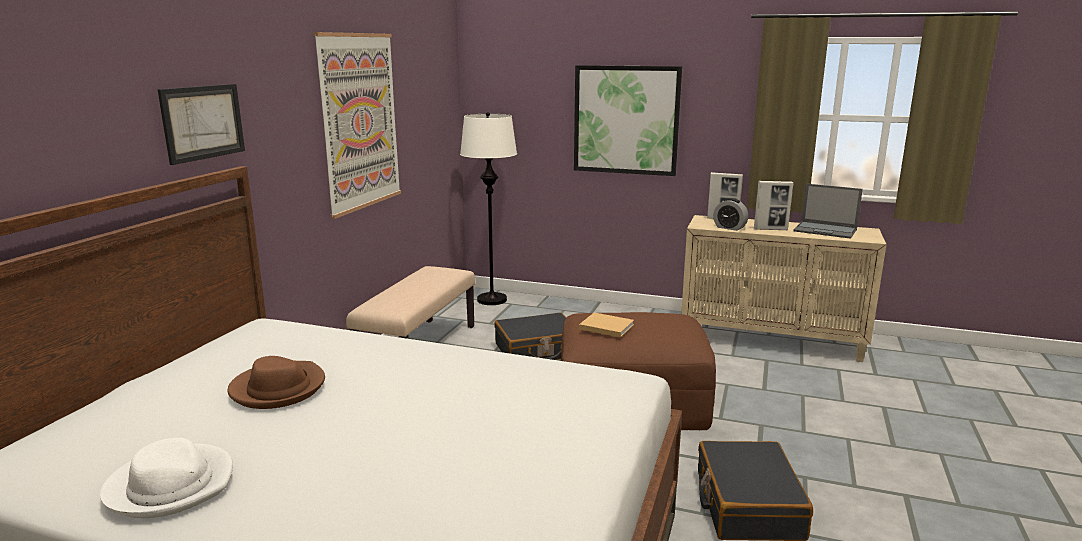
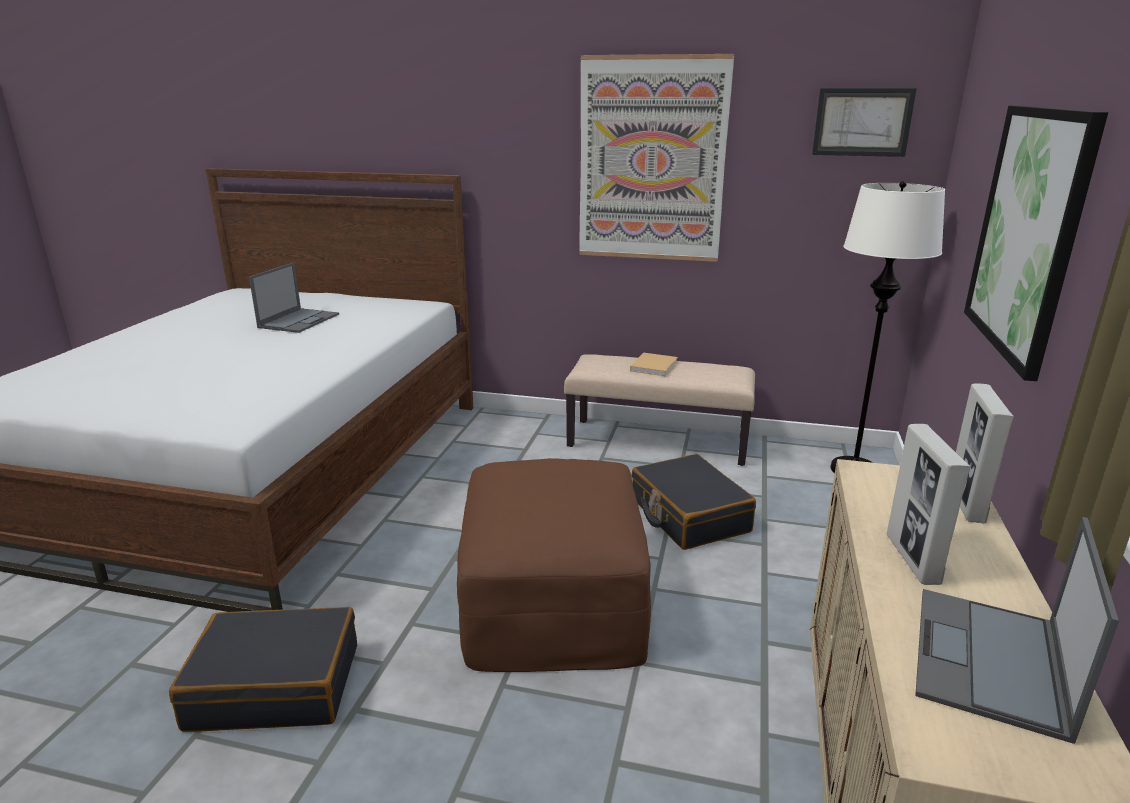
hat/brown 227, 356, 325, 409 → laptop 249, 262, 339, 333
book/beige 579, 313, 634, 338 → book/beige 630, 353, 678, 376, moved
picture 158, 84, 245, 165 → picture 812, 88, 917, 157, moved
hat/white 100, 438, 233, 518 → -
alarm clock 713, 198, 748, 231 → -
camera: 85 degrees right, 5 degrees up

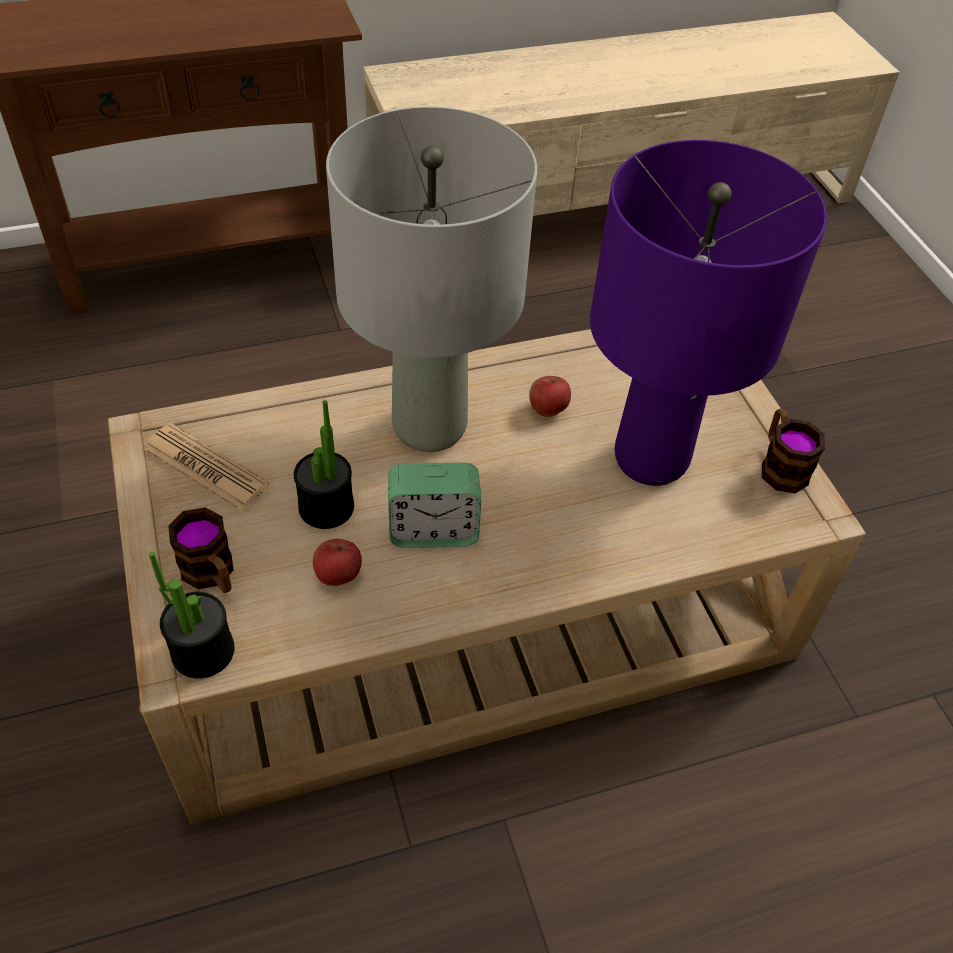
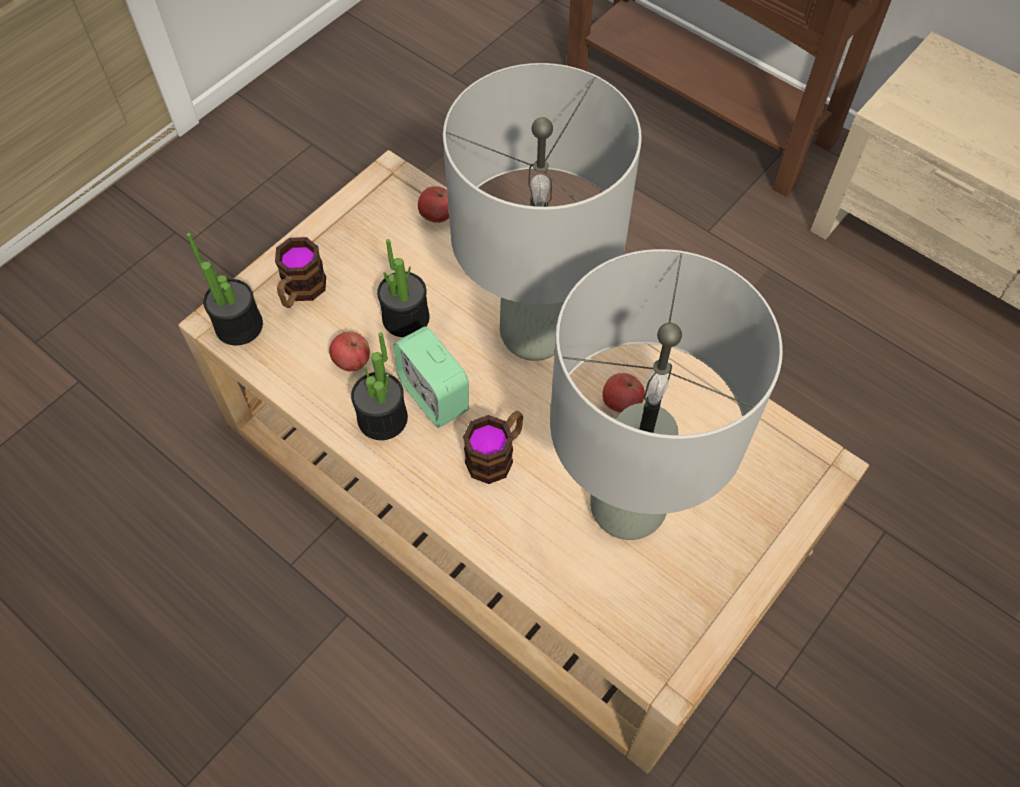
- → potted plant 351, 332, 408, 440
- → apple 418, 186, 449, 223
mug 762, 408, 825, 493 → mug 463, 411, 523, 484, moved
table lamp/purple 590, 140, 827, 486 → table lamp/grey 550, 249, 783, 540
newspaper 144, 423, 269, 511 → -
camera: 60 degrees right, 10 degrees up

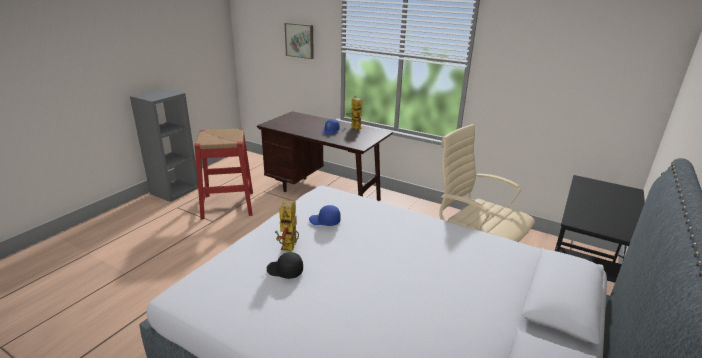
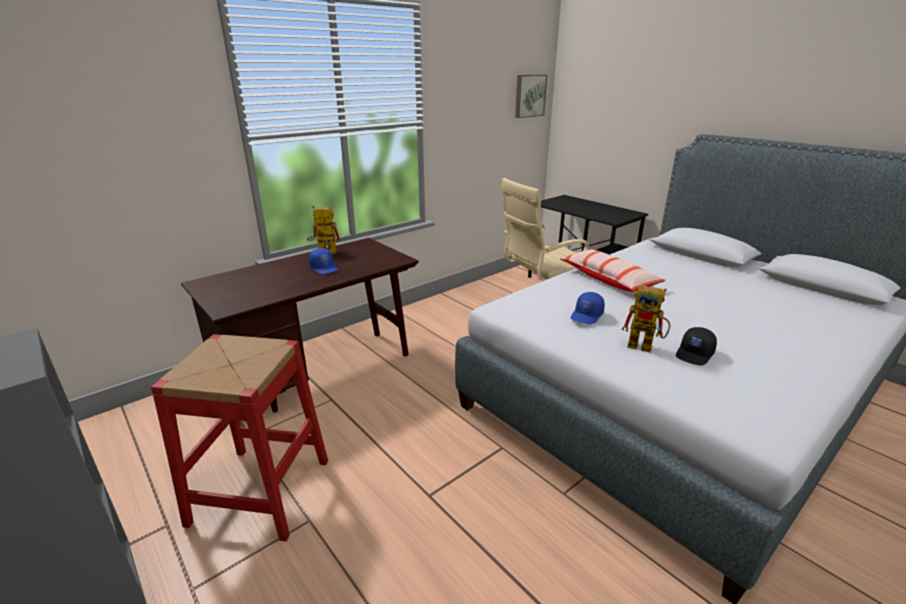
picture 285, 23, 314, 59 → picture 515, 75, 547, 118, moved
- → pillow 560, 249, 666, 292
camera: 70 degrees left, 0 degrees up

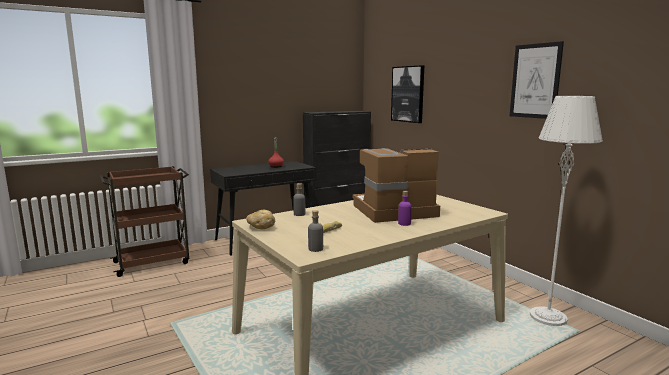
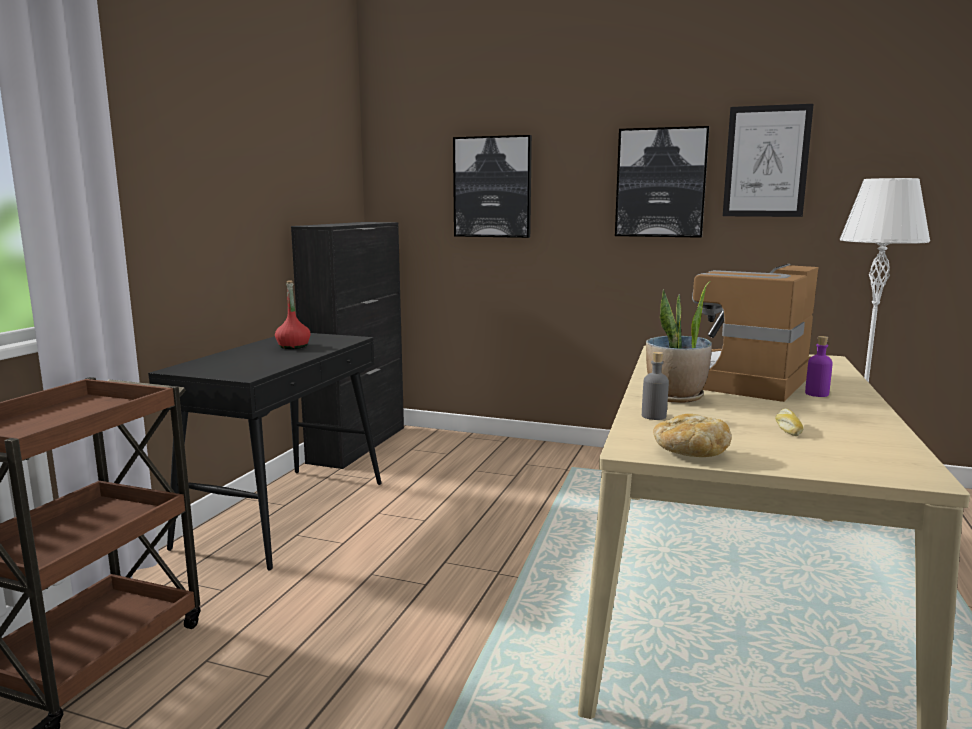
- → picture 615, 126, 709, 238
- → potted plant 646, 281, 712, 403
bottle/grey 308, 210, 323, 252 → -
camera: 40 degrees left, 0 degrees up

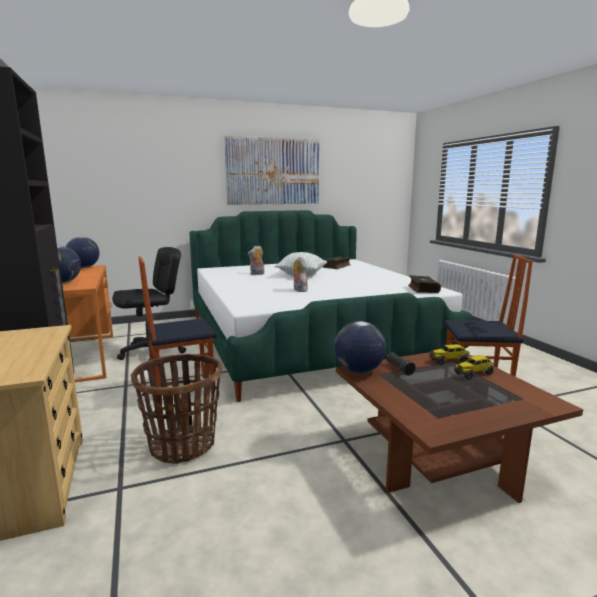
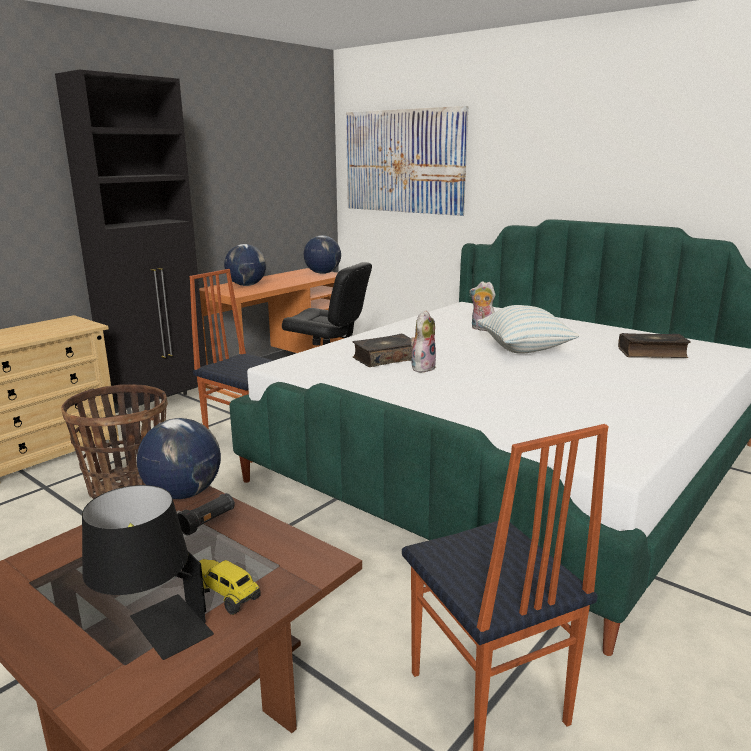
- → table lamp/black 82, 485, 214, 660
picture 224, 136, 319, 205 → picture 346, 106, 468, 216, moved
book 408, 275, 441, 293 → book 353, 334, 412, 367, moved
toy truck 429, 344, 470, 365 → -
camera: 60 degrees right, 5 degrees up

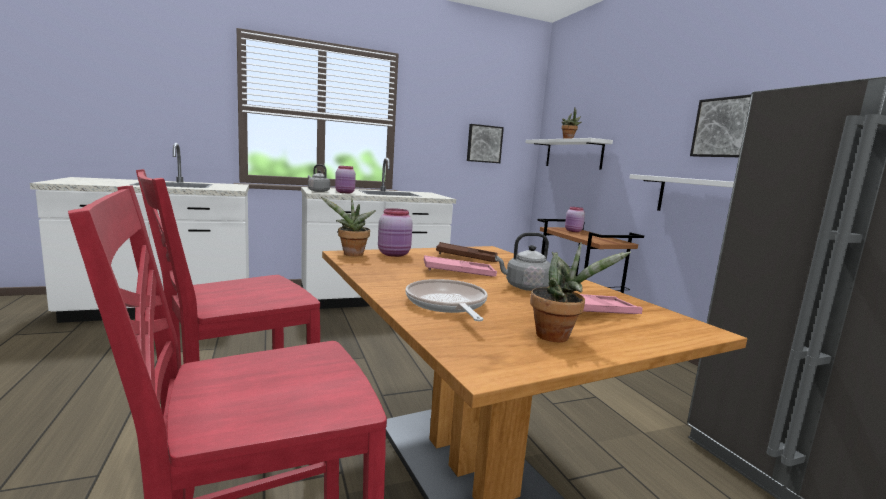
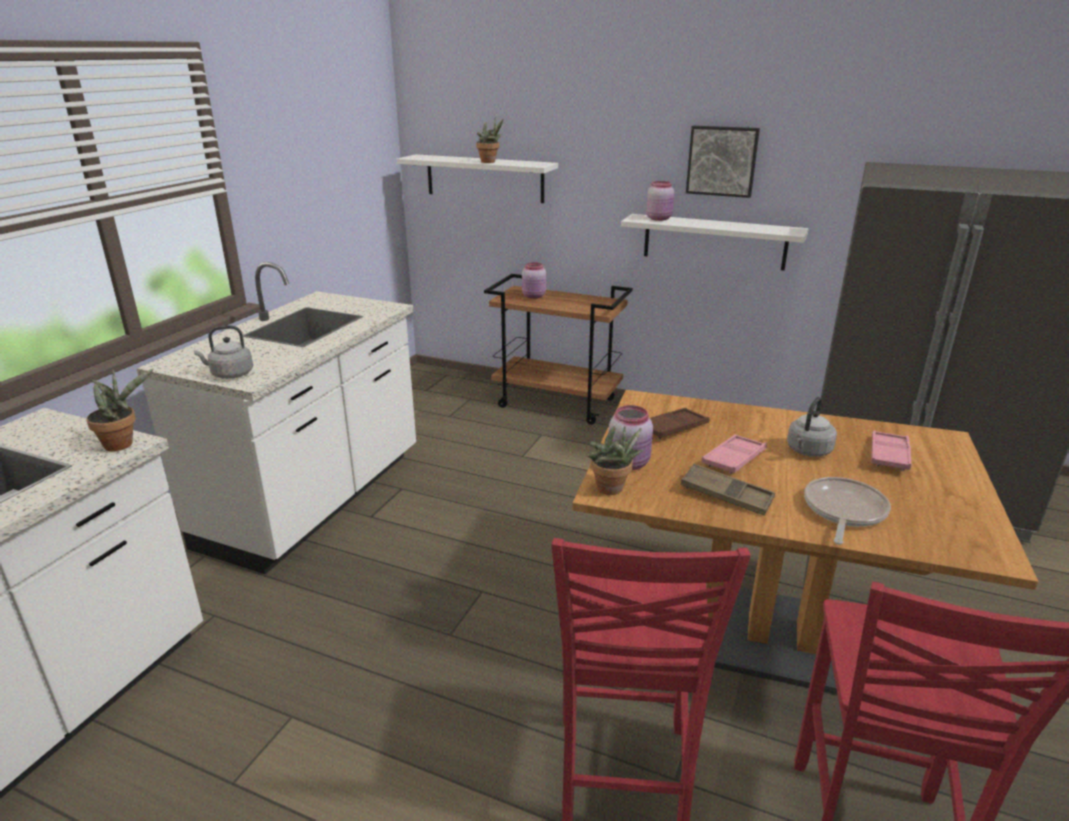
potted plant 530, 242, 631, 342 → potted plant 86, 369, 154, 451, moved
jar/pink 335, 166, 356, 193 → jar/pink 646, 181, 674, 221, moved
- → tray/brown 681, 464, 775, 516
frying pan 405, 279, 488, 321 → frying pan 804, 477, 891, 545, 90 degrees clockwise
picture 467, 124, 504, 163 → -
camera: 45 degrees left, 15 degrees up

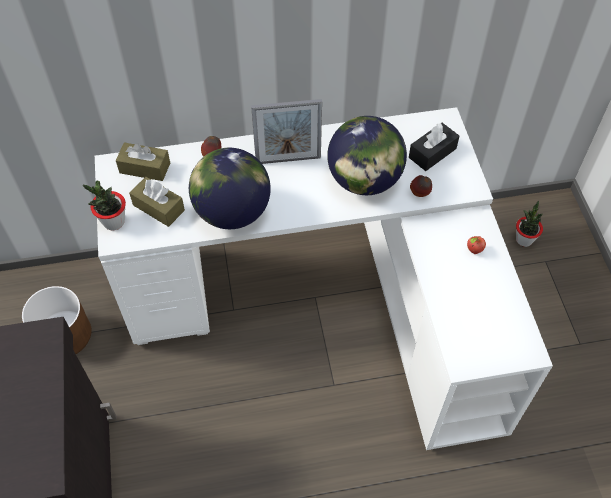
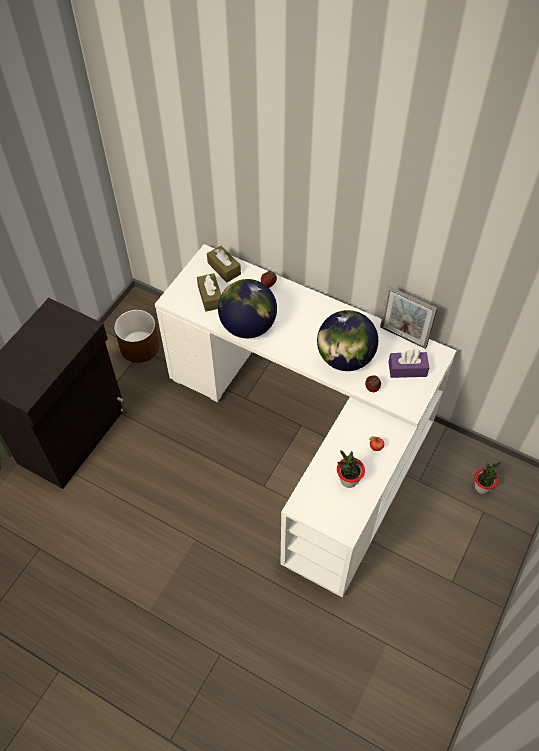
potted plant 83, 180, 126, 231 → potted plant 337, 450, 365, 488, moved
picture frame 251, 99, 322, 164 → picture frame 380, 286, 437, 349, moved
tissue box/black 409, 123, 459, 171 → tissue box/purple 388, 349, 429, 378
camera: 40 degrees right, 0 degrees up

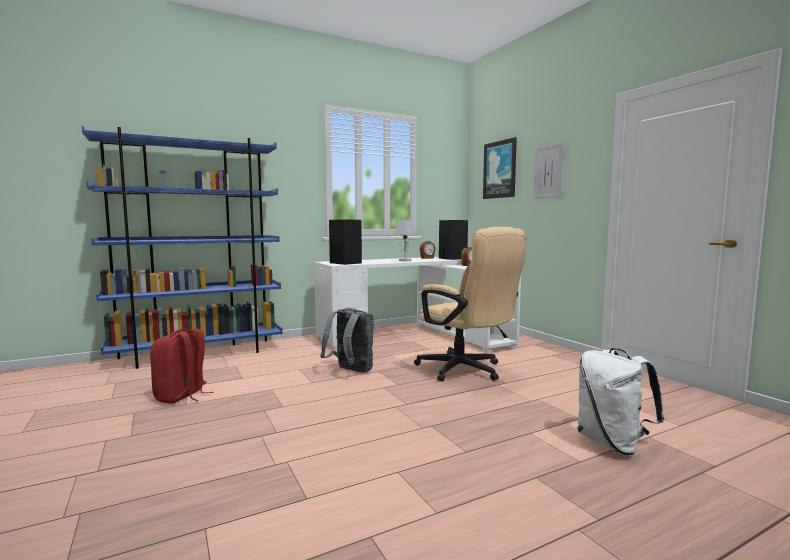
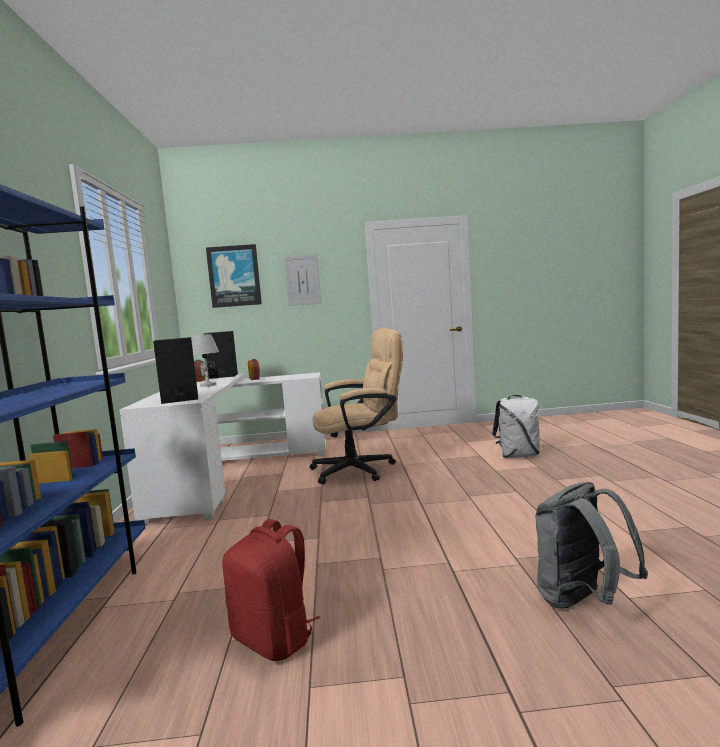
backpack/grey 320, 308, 374, 373 → backpack/grey 535, 482, 648, 609, moved
camera: 65 degrees left, 0 degrees up

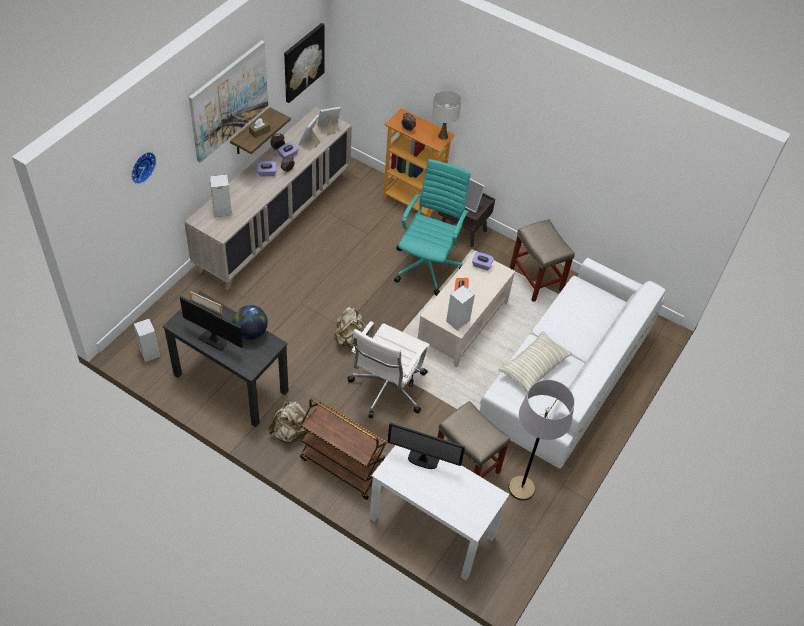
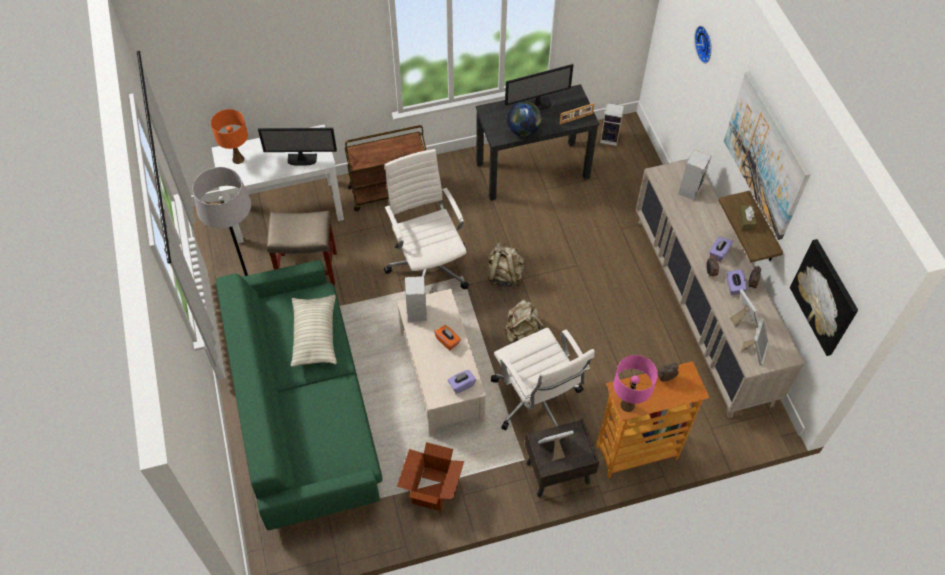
- → table lamp/orange 211, 109, 248, 164
sofa/white 480, 258, 665, 469 → sofa/green 216, 260, 383, 530
monitor 387, 422, 465, 469 → monitor 258, 128, 337, 166, 150 degrees counterclockwise
stool/beige 509, 219, 575, 302 → cardboard box 397, 442, 464, 511
office chair/turquoise 394, 159, 471, 296 → office chair/white 491, 328, 595, 430
backpack/beige 268, 400, 309, 443 → backpack/beige 504, 299, 544, 342, moved
table lamp/white 432, 90, 462, 140 → table lamp/pink 614, 355, 658, 412
camera: 135 degrees right, 5 degrees up

